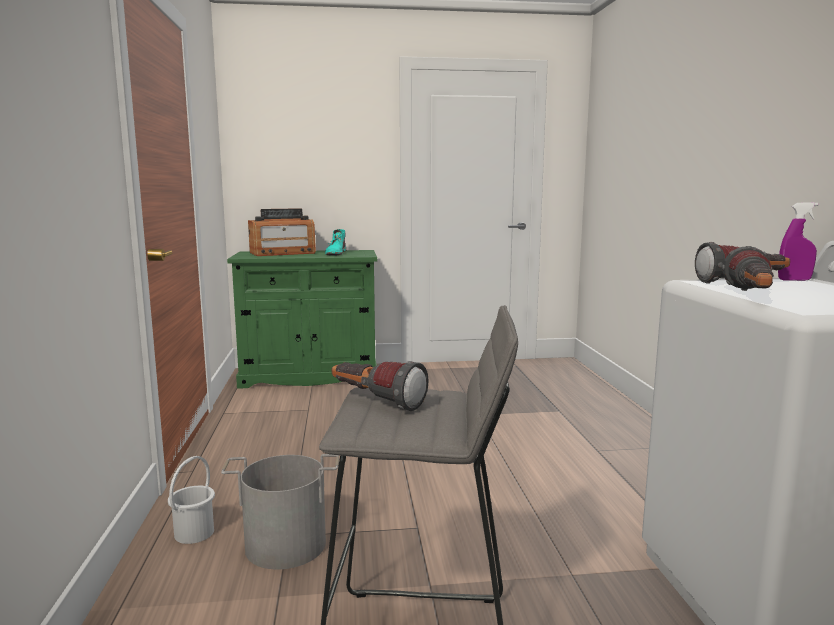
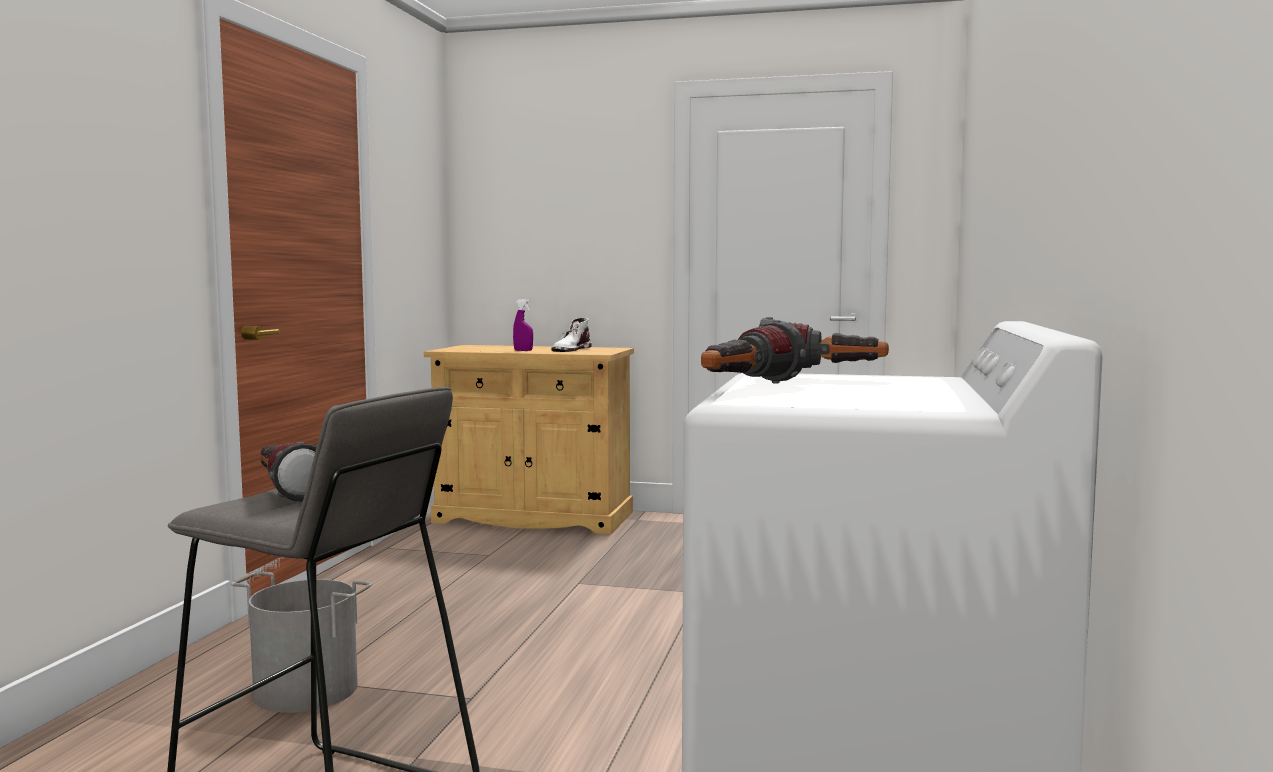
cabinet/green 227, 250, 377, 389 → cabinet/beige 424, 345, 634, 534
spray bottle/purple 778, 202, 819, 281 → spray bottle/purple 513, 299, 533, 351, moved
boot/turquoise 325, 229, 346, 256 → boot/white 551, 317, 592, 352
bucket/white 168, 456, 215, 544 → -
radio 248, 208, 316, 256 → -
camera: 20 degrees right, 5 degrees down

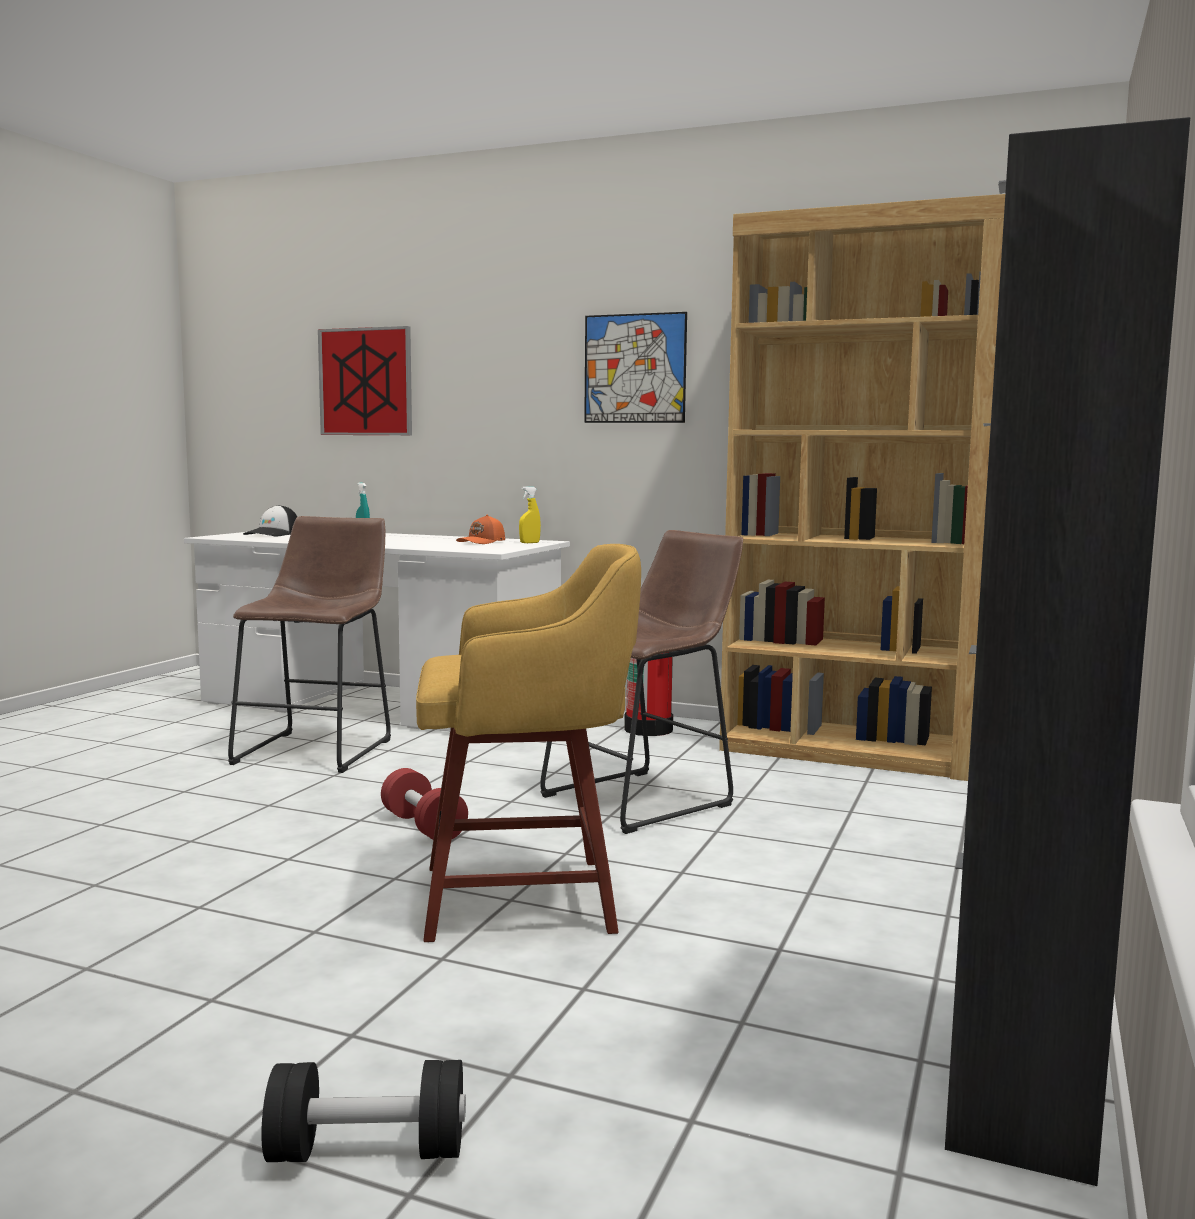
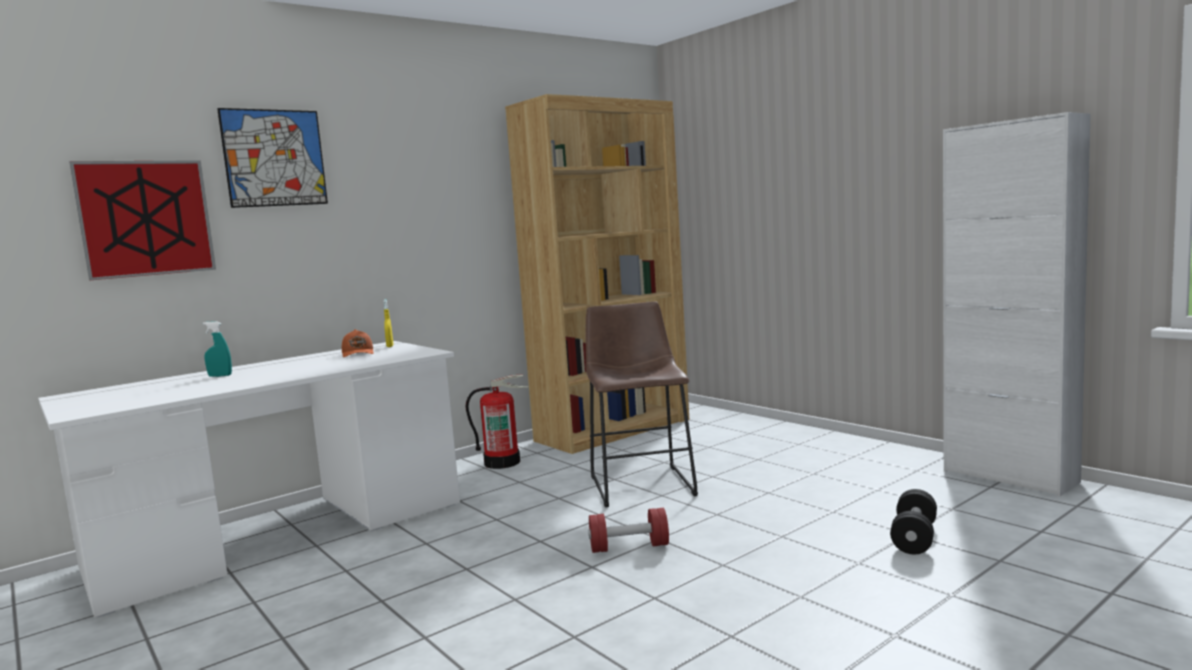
picture 584, 312, 687, 423 → picture 217, 108, 328, 208, moved
dumbbell/black 261, 1060, 466, 1162 → dumbbell/black 890, 489, 937, 554, moved
cabinet/black 945, 117, 1190, 1186 → cabinet/white 943, 112, 1090, 496
stool/brown 228, 516, 391, 773 → -
cap 243, 505, 297, 537 → -
stool/yellow 416, 544, 641, 942 → -
camera: 60 degrees left, 0 degrees up

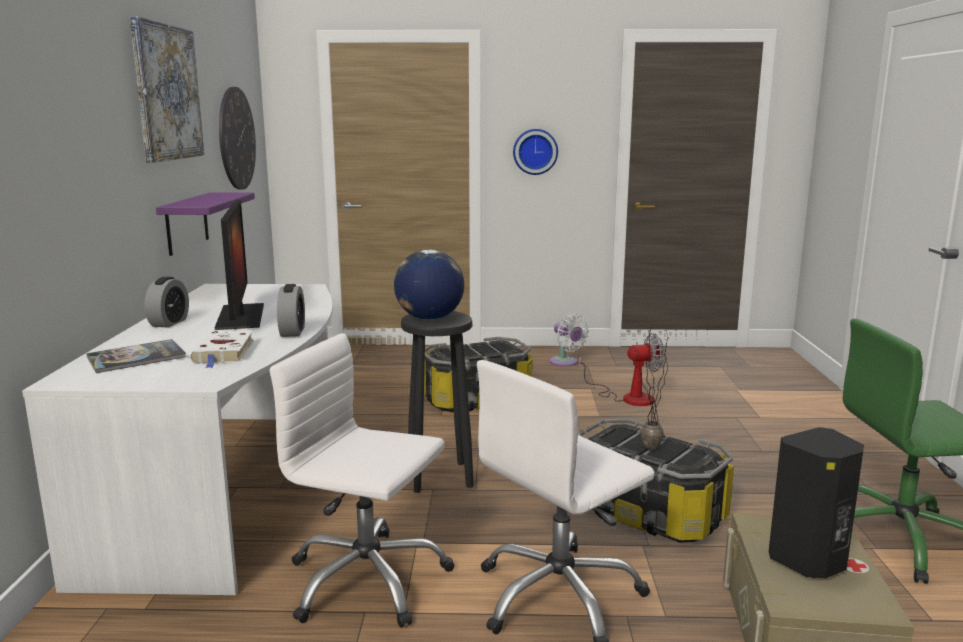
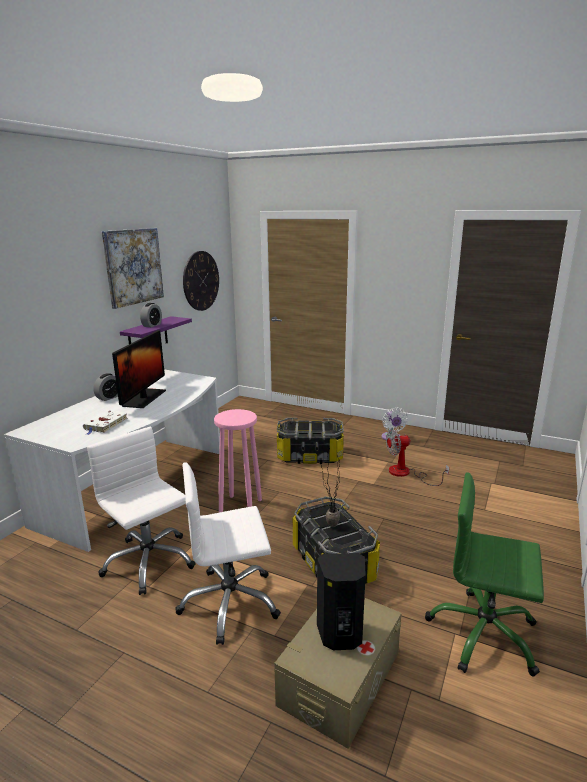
alarm clock 277, 284, 305, 337 → alarm clock 140, 303, 162, 327, moved
stool/black 401, 311, 474, 493 → stool/pink 214, 409, 262, 513
fan 578, 333, 665, 406 → fan 386, 430, 449, 486, 150 degrees clockwise
book 86, 339, 186, 373 → -
globe 394, 250, 464, 320 → -
wall clock 513, 129, 558, 175 → -
camera: 25 degrees right, 5 degrees up

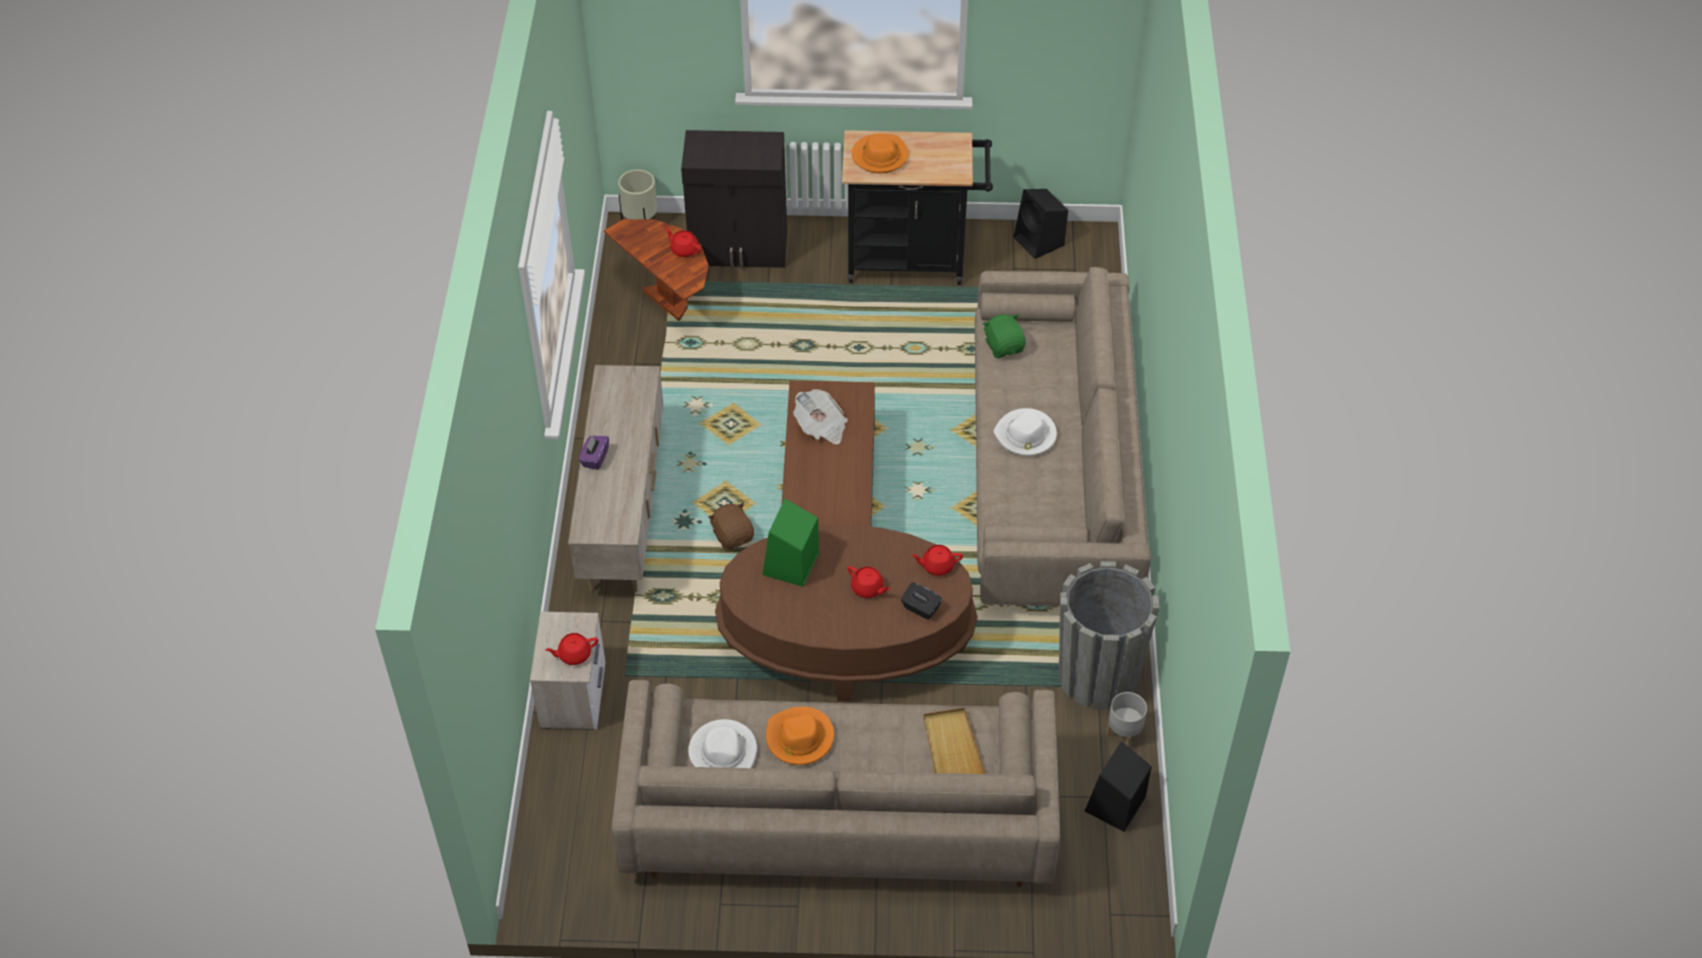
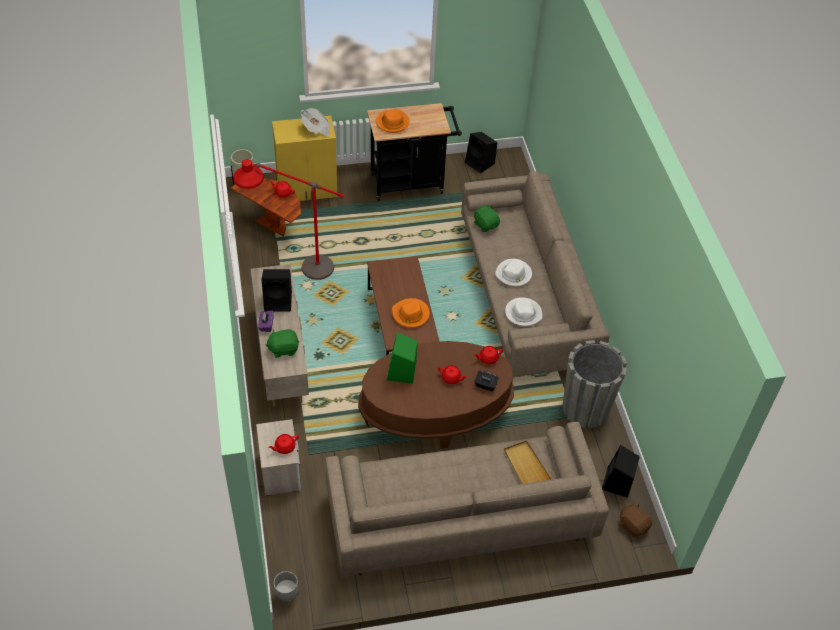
- → floor lamp/red 233, 159, 344, 280
- → speaker/black 261, 269, 292, 311
- → plush toy/green 265, 329, 299, 358
cabinet/black 681, 130, 787, 268 → cabinet/yellow 272, 116, 337, 201
planter/grey 1107, 692, 1147, 747 → planter/grey 274, 571, 299, 607, moved
newspaper 793, 389, 848, 445 → newspaper 301, 108, 331, 136, moved
hat/orange 766, 707, 834, 765 → hat/orange 392, 298, 430, 328, moved
hat/white 688, 719, 757, 768 → hat/white 505, 297, 542, 326, moved
plush toy/brown 708, 502, 754, 550 → plush toy/brown 620, 503, 652, 537, moved
camera: 15 degrees left, 0 degrees up

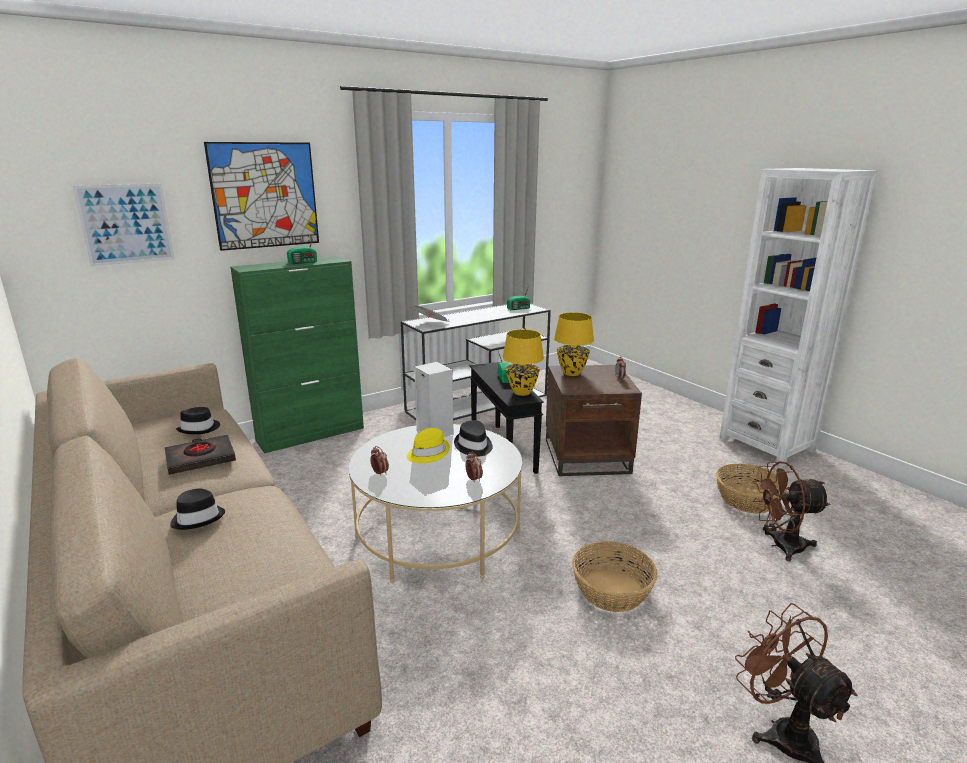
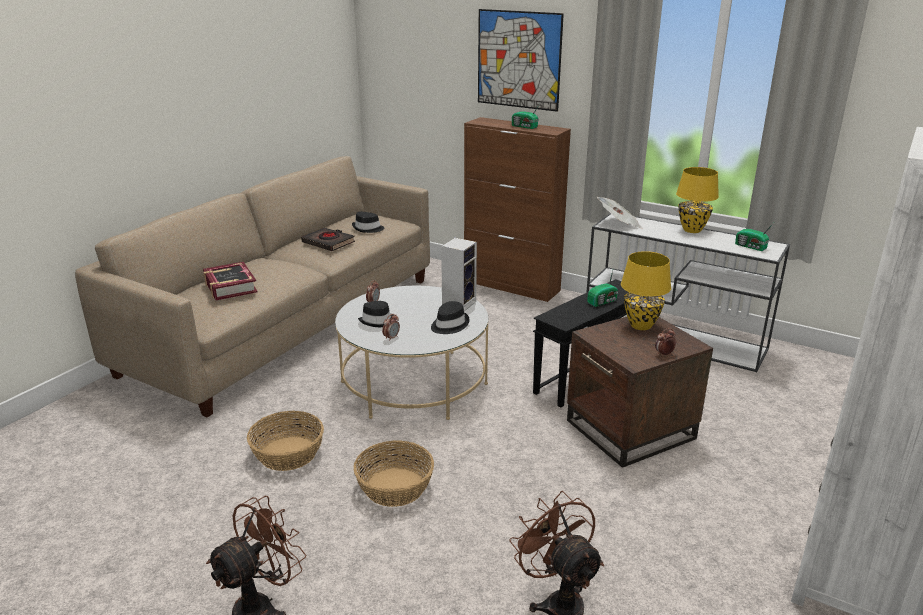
- → book 203, 262, 258, 300
basket 716, 463, 787, 514 → basket 247, 411, 324, 471, moved
hat/black 170, 489, 225, 530 → hat/black 358, 301, 394, 327, moved
cabinet/green 230, 256, 364, 454 → cabinet/brown 464, 117, 571, 302
table lamp/yellow 502, 329, 544, 396 → table lamp/yellow 676, 167, 719, 233, moved
picture 73, 184, 175, 266 → -
hat/yellow 407, 428, 450, 463 → -
camera: 65 degrees right, 5 degrees up

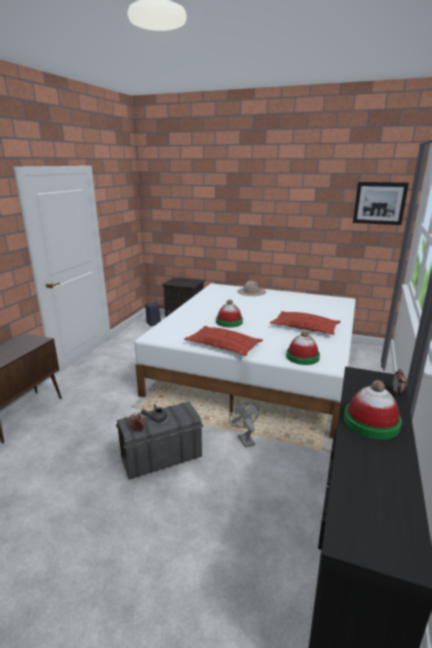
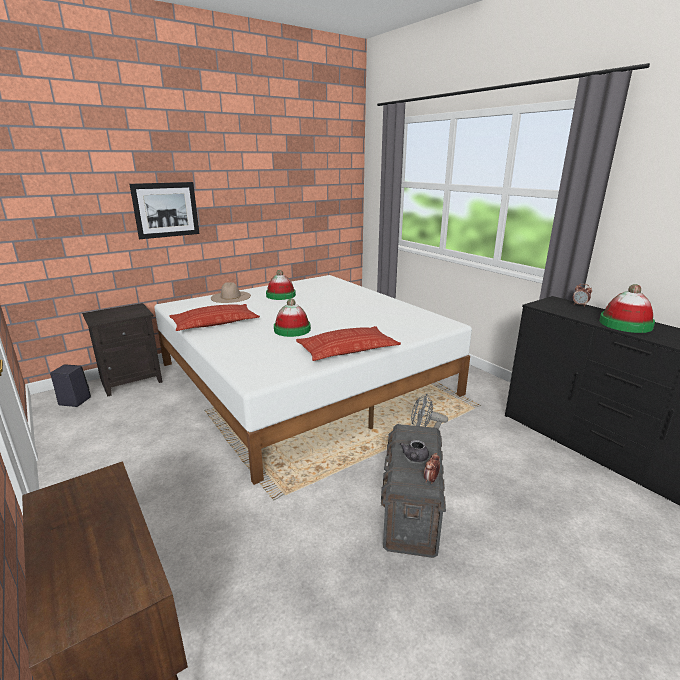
picture 353, 182, 409, 225 → picture 130, 182, 199, 239, moved
pillow 270, 311, 341, 335 → pillow 169, 304, 260, 331, moved
hat 286, 330, 320, 365 → hat 266, 270, 296, 300, moved
camera: 55 degrees left, 0 degrees up

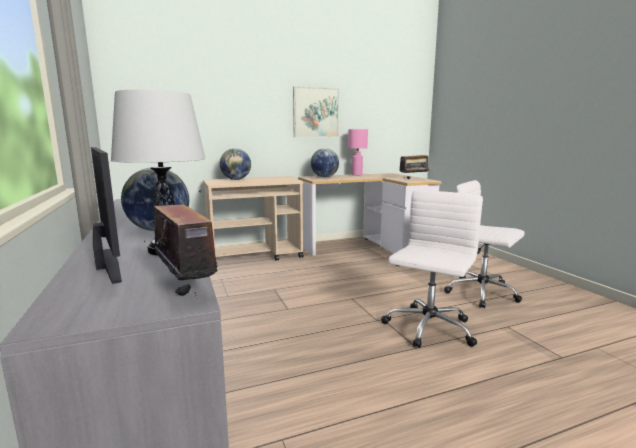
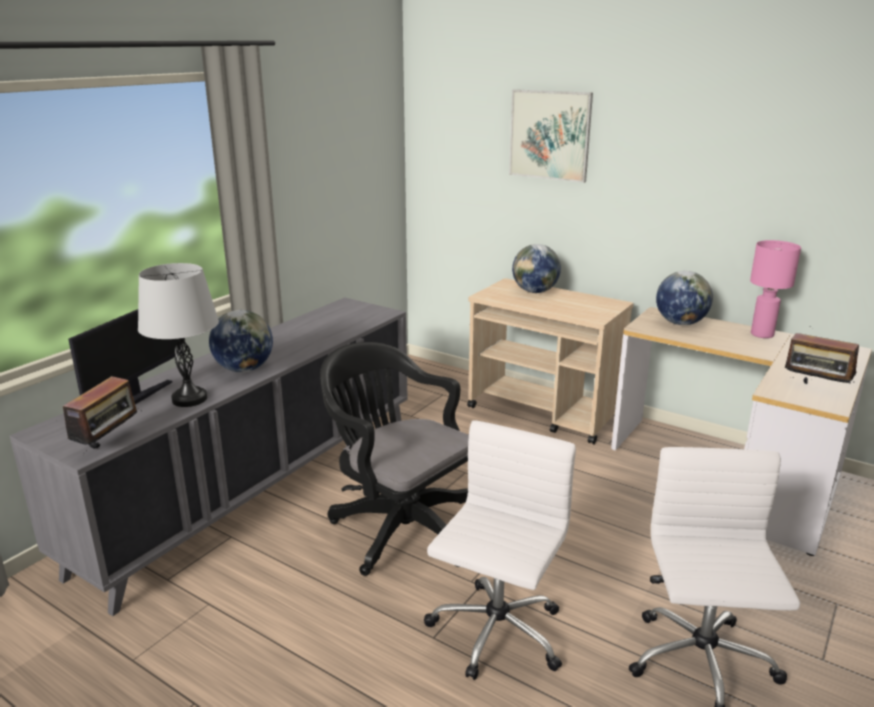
- → office chair/black 320, 342, 469, 576
office chair/white 381, 190, 483, 348 → office chair/white 424, 420, 576, 680, 60 degrees counterclockwise
picture 293, 86, 339, 137 → picture 509, 89, 593, 183, moved
camera: 55 degrees right, 10 degrees up

